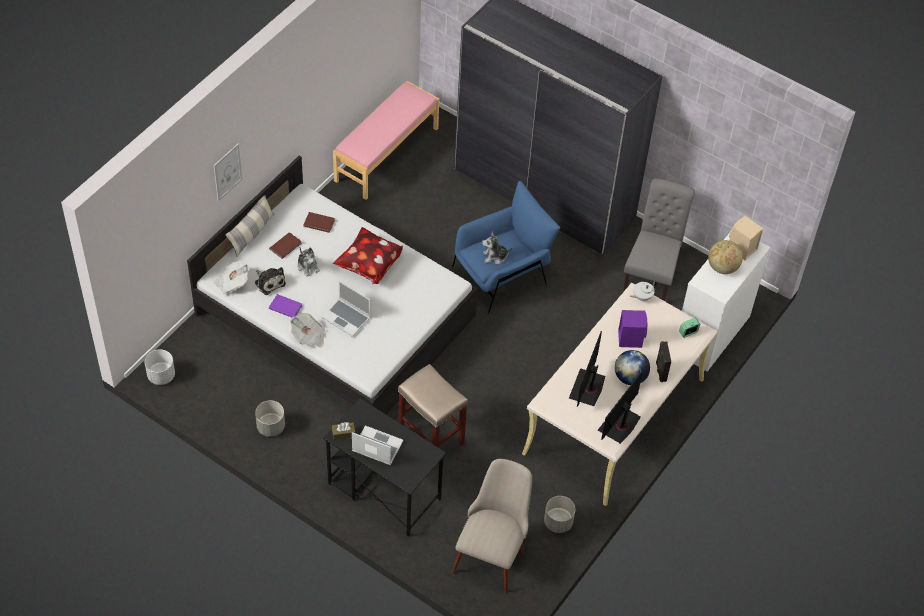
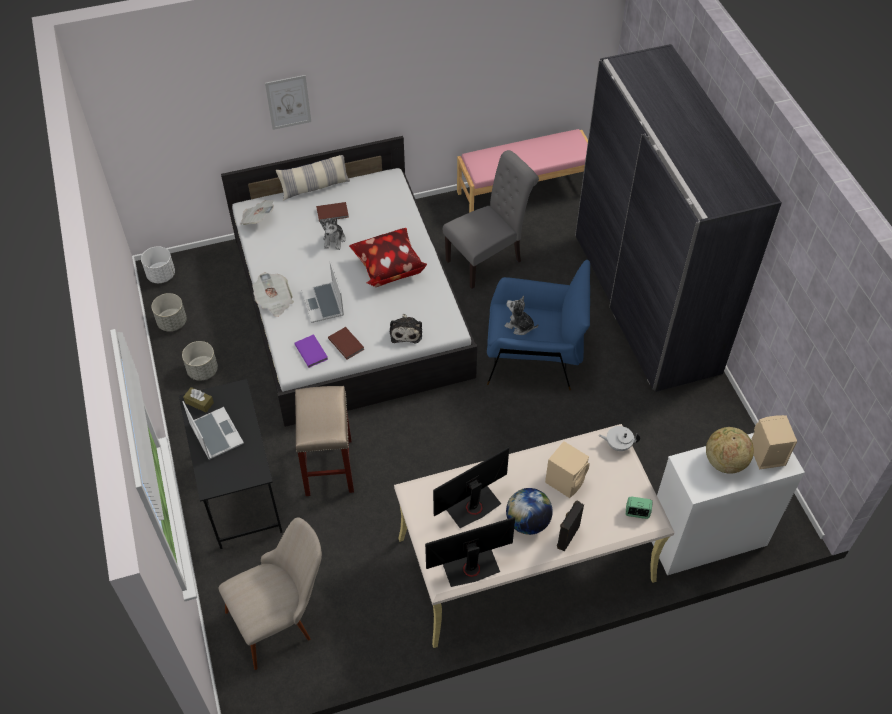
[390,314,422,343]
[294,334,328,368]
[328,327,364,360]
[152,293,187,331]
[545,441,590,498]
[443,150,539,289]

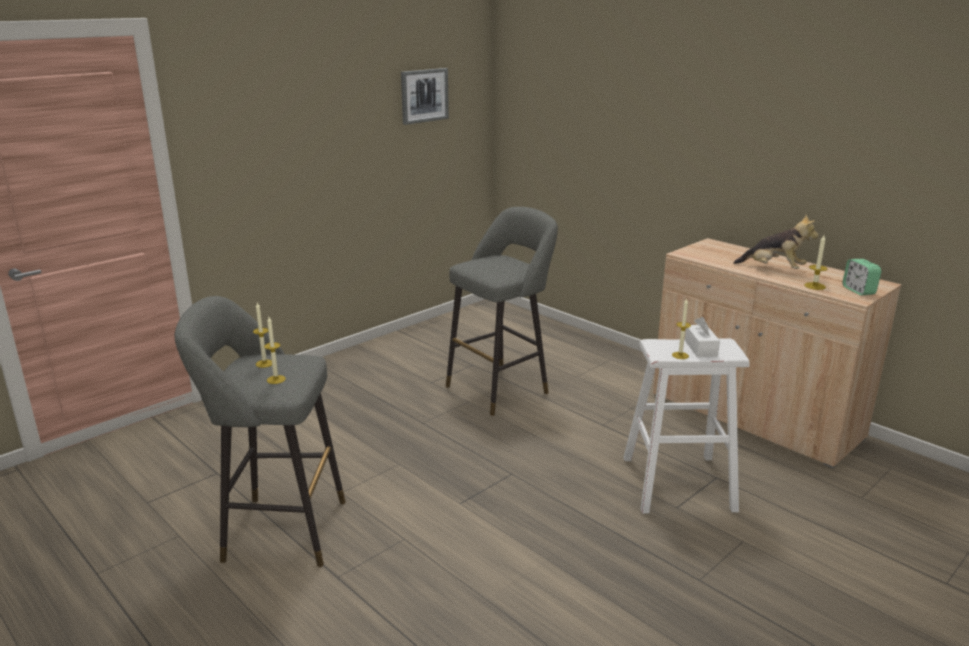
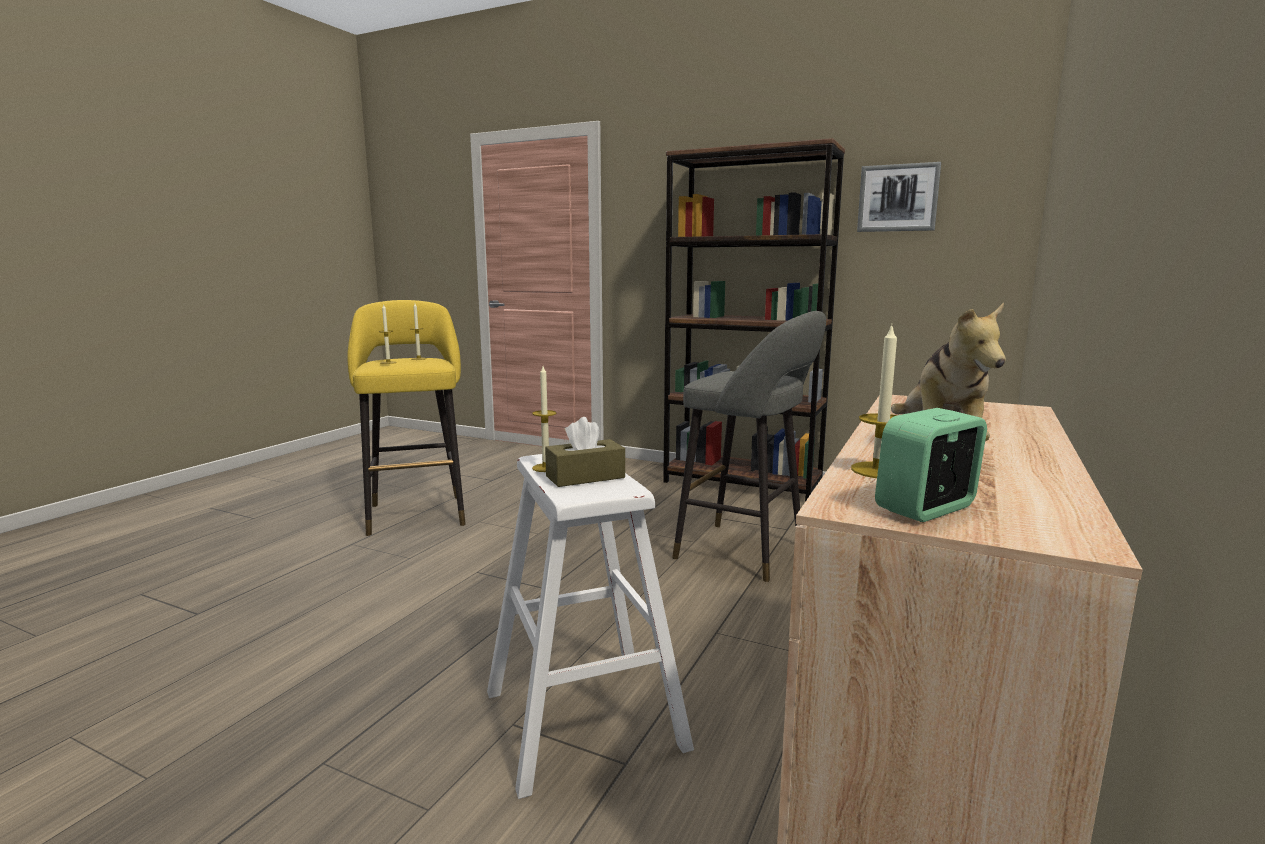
[347,300,466,536]
[545,417,625,487]
[663,138,845,502]

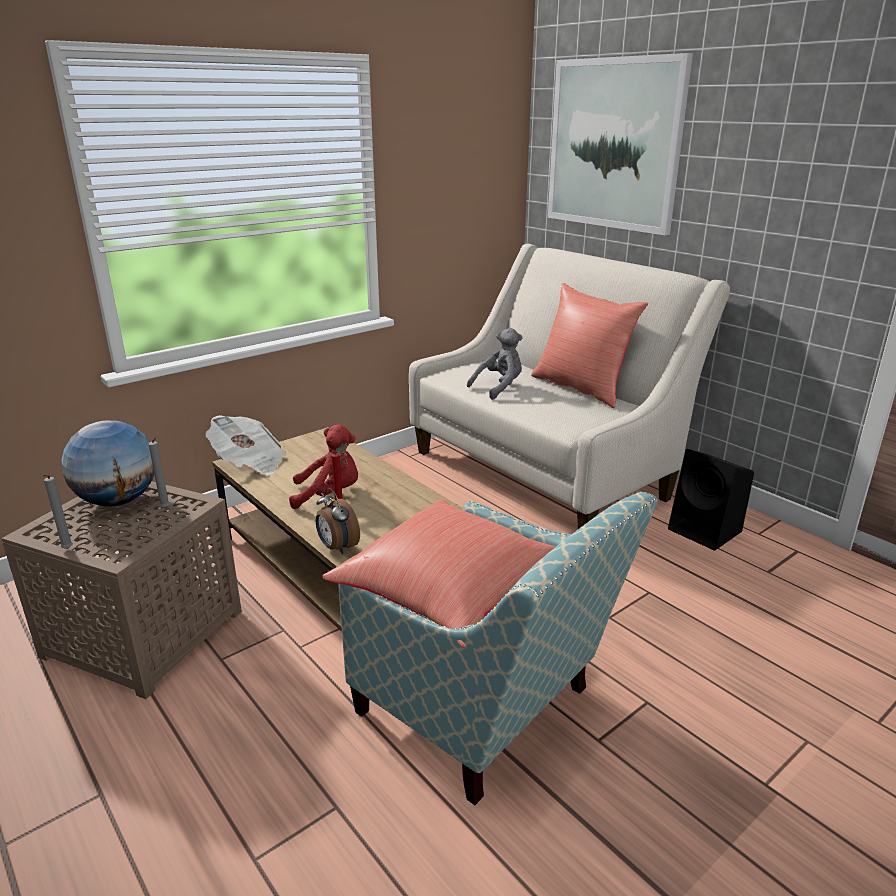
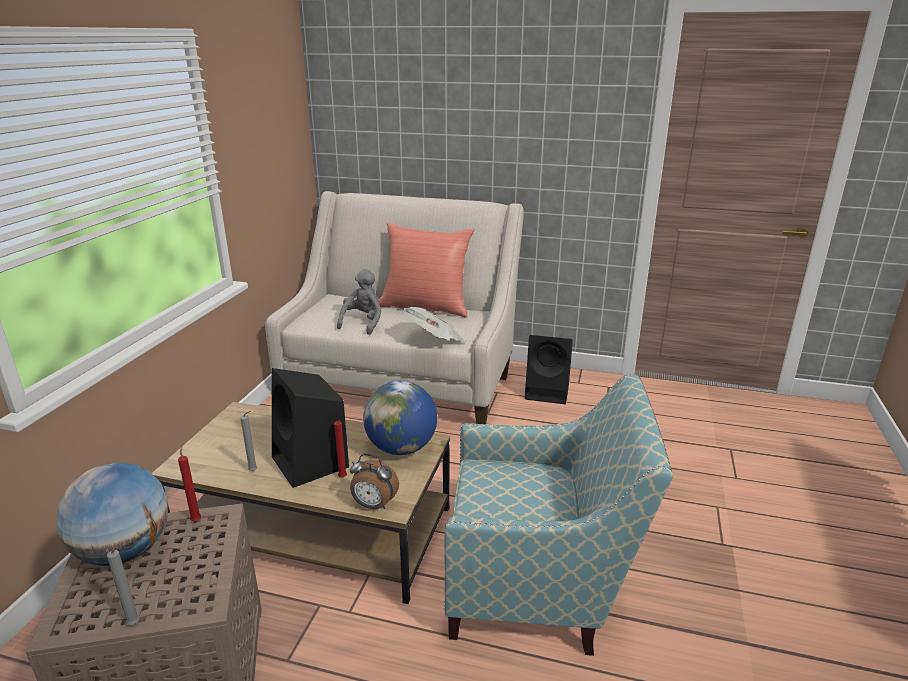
[240,411,257,471]
[403,307,467,342]
[272,368,349,488]
[322,499,555,648] (first image)
[548,53,693,235] (first image)
[178,446,201,521]
[363,381,437,455]

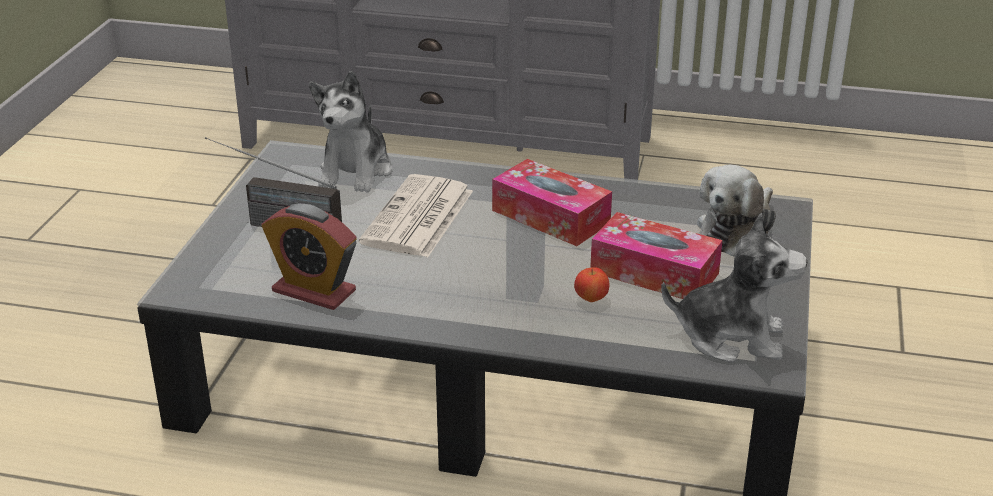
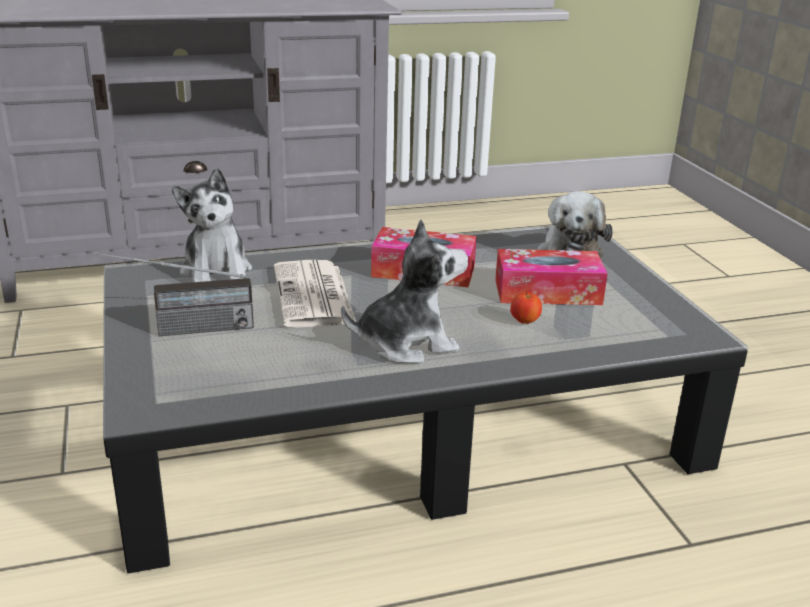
[261,204,357,310] (first image)
[341,219,468,364]

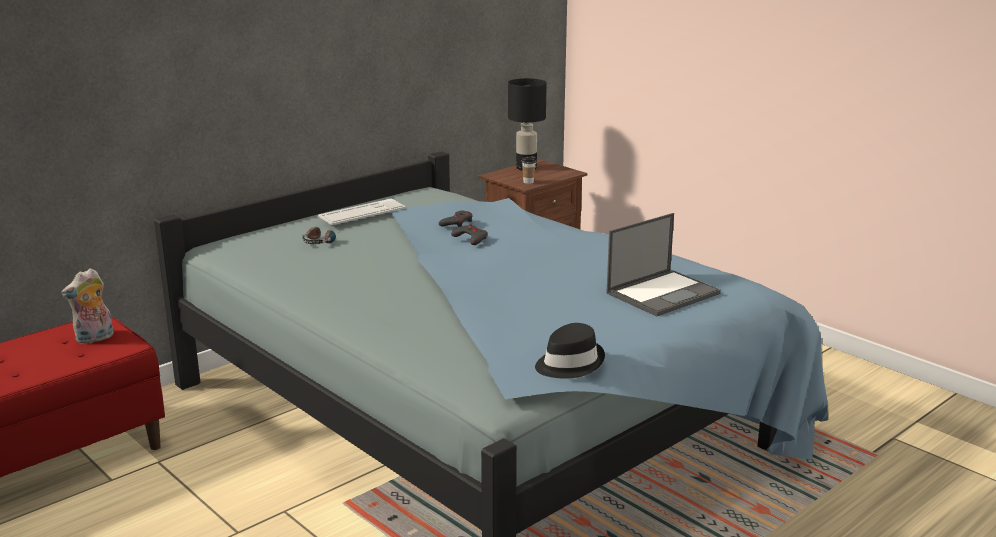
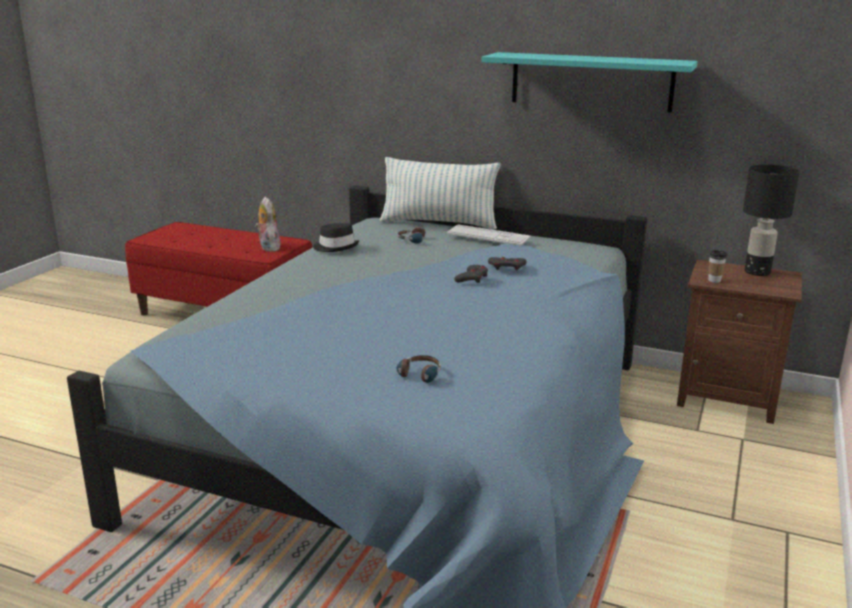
[255,197,281,252]
[313,223,359,252]
[391,355,441,383]
[380,157,501,230]
[482,52,698,112]

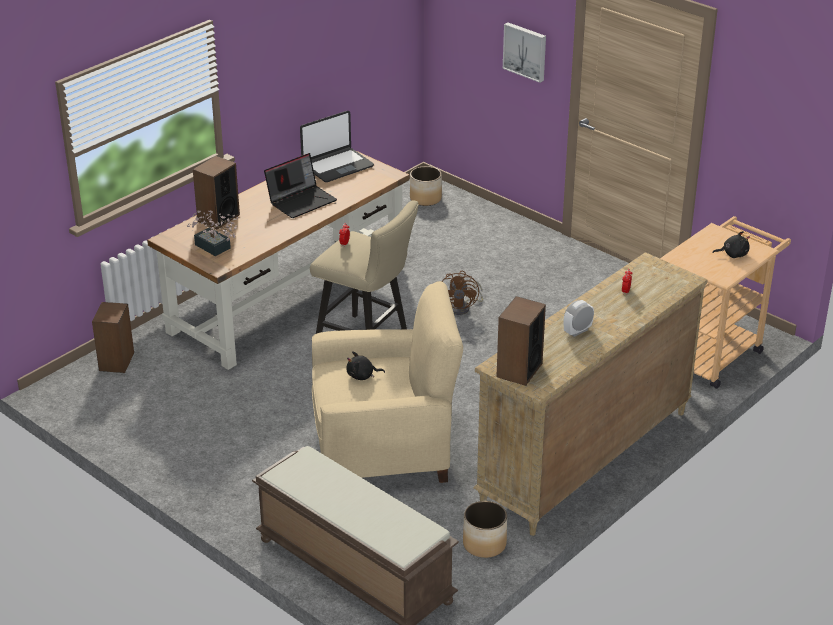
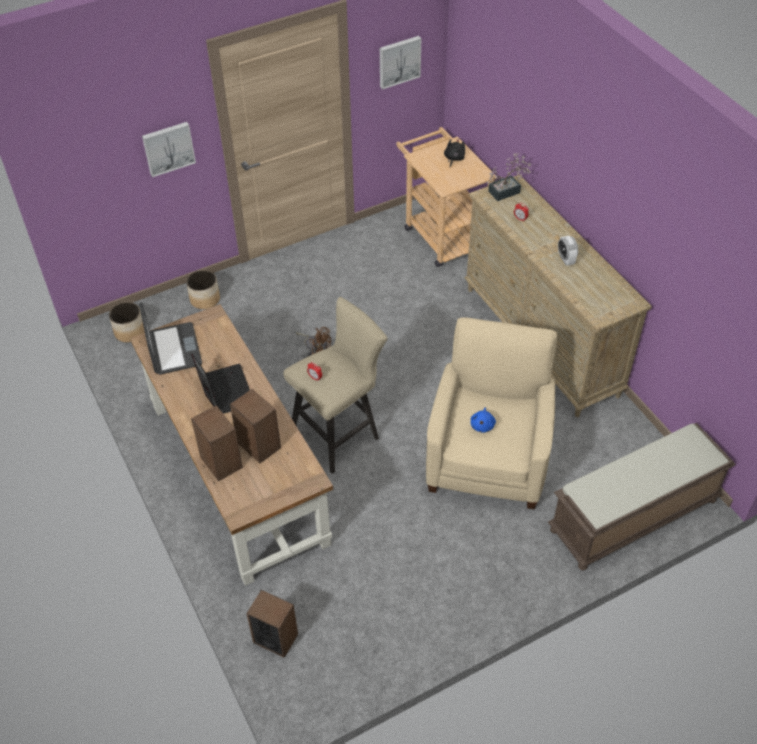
[486,153,531,201]
[471,408,496,433]
[186,270,220,309]
[230,389,281,463]
[380,36,421,89]

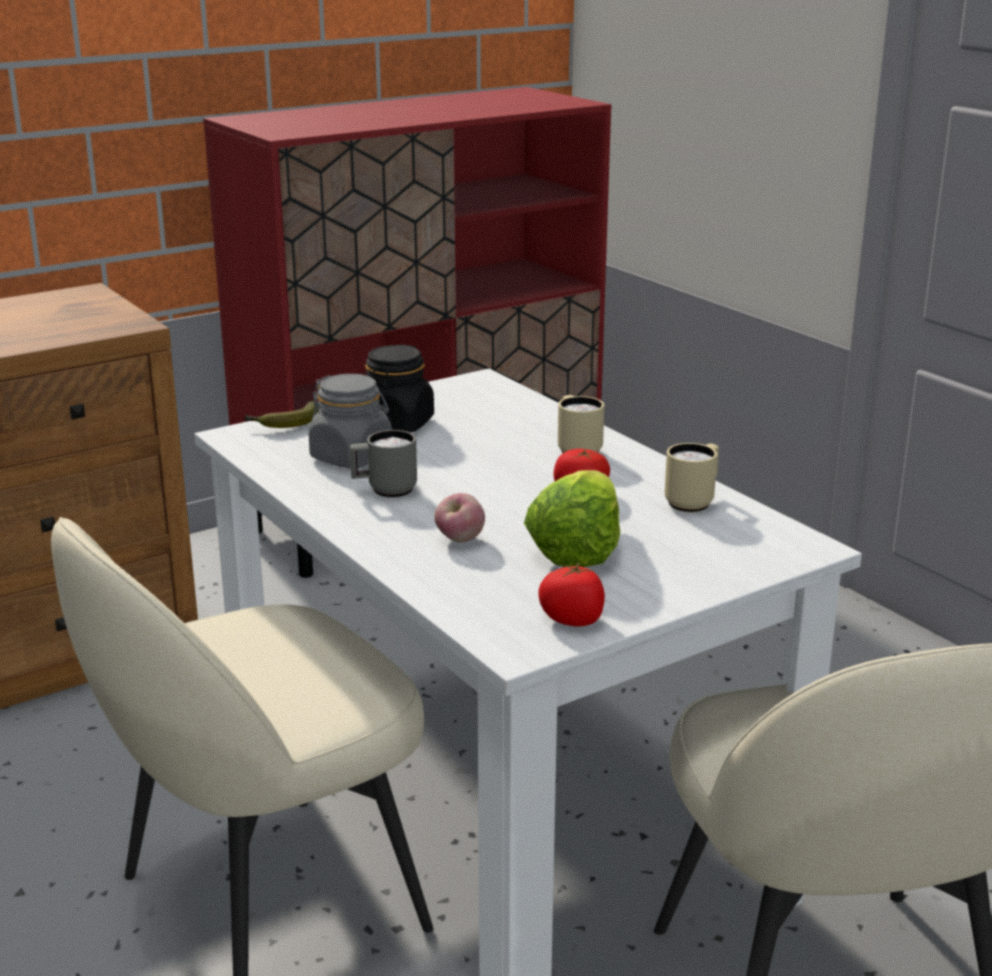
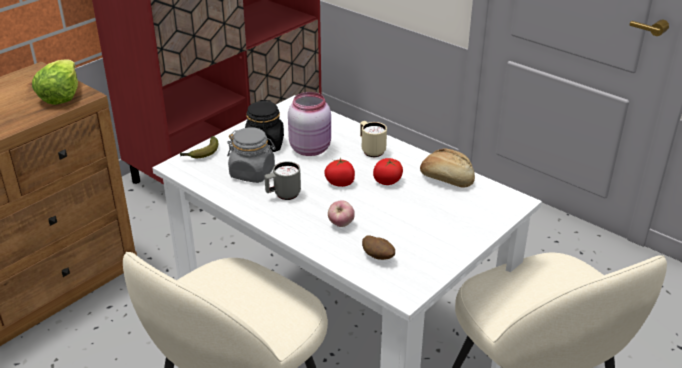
[32,59,78,105]
[324,158,355,187]
[420,149,475,188]
[288,92,331,156]
[362,235,395,260]

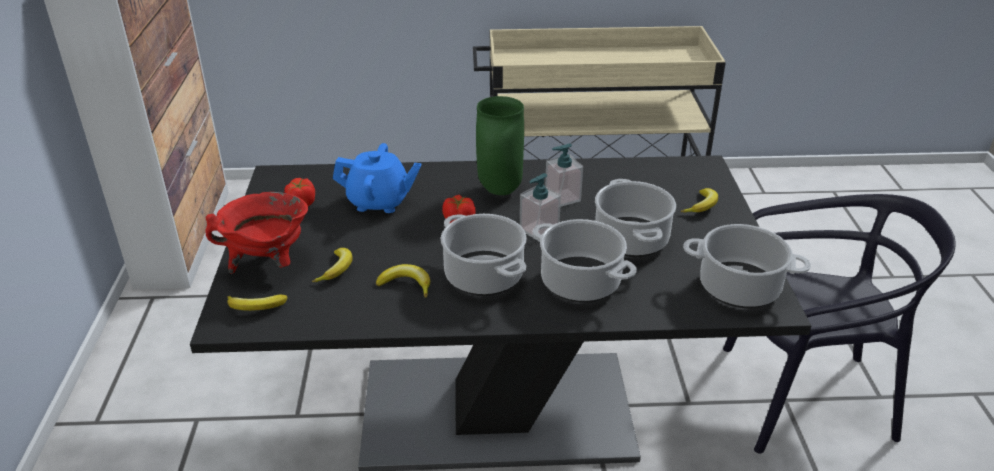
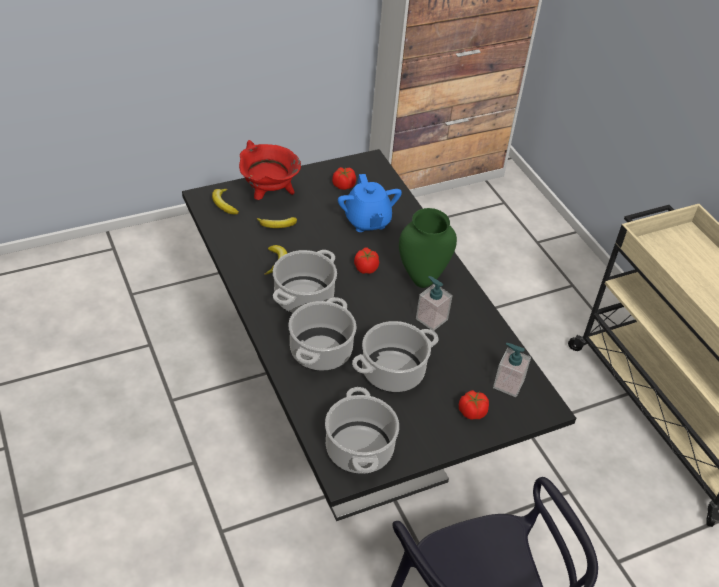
[493,343,531,397]
[459,390,489,420]

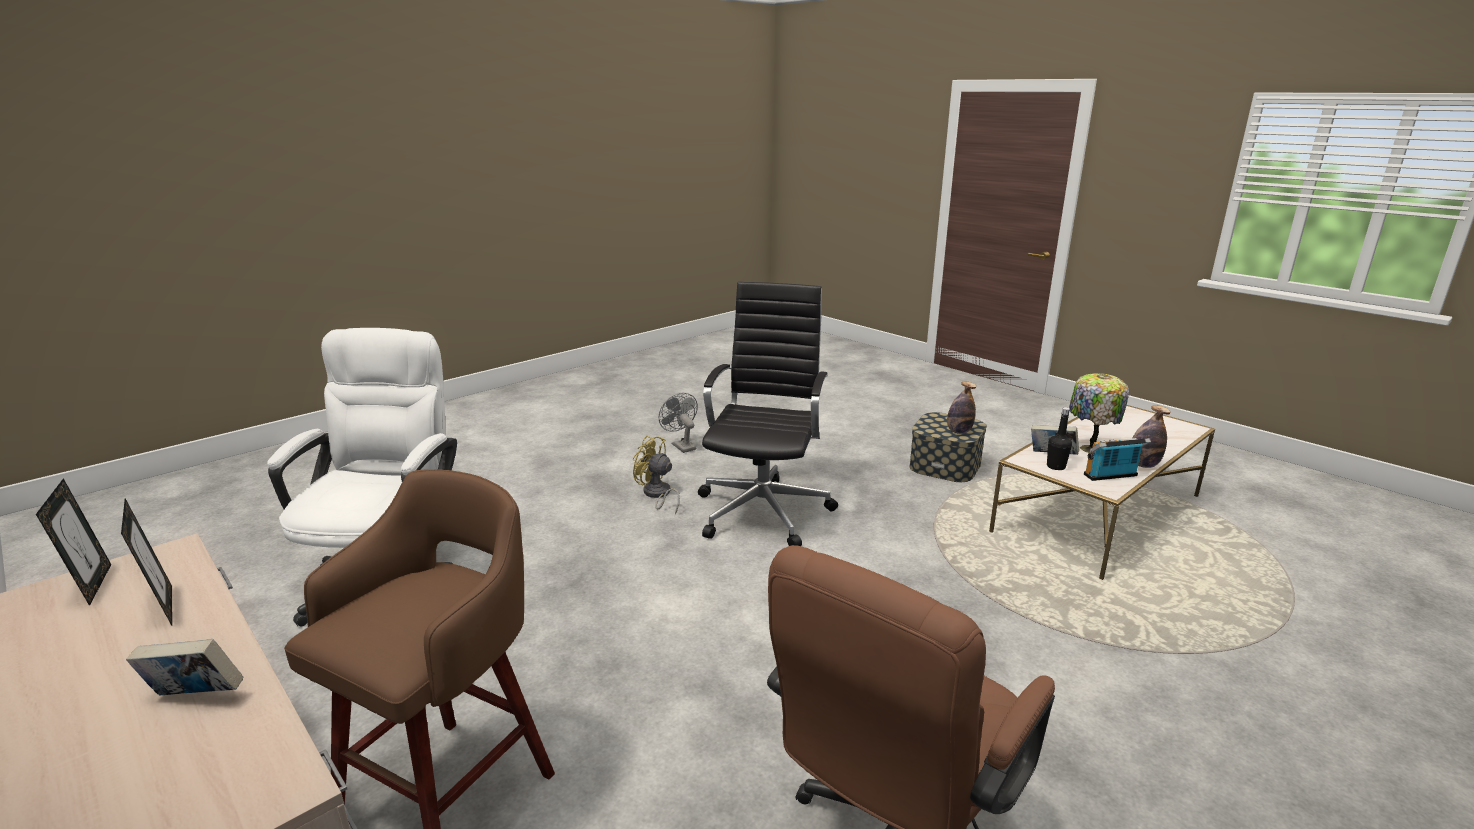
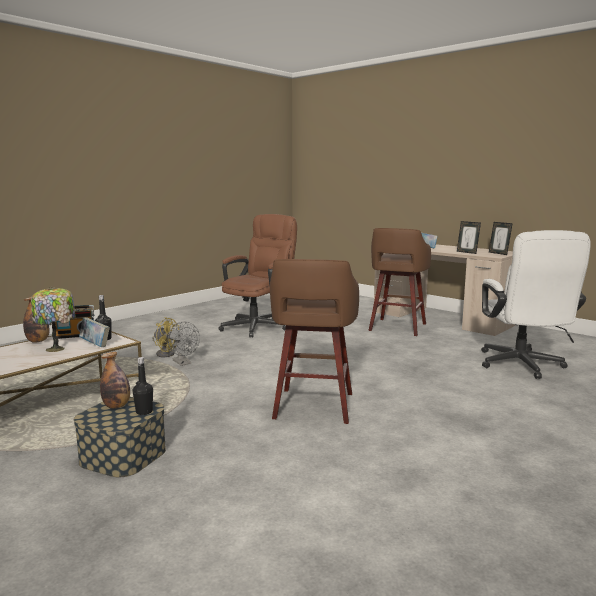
[152,317,179,357]
[168,322,200,366]
[270,259,359,424]
[133,357,153,415]

